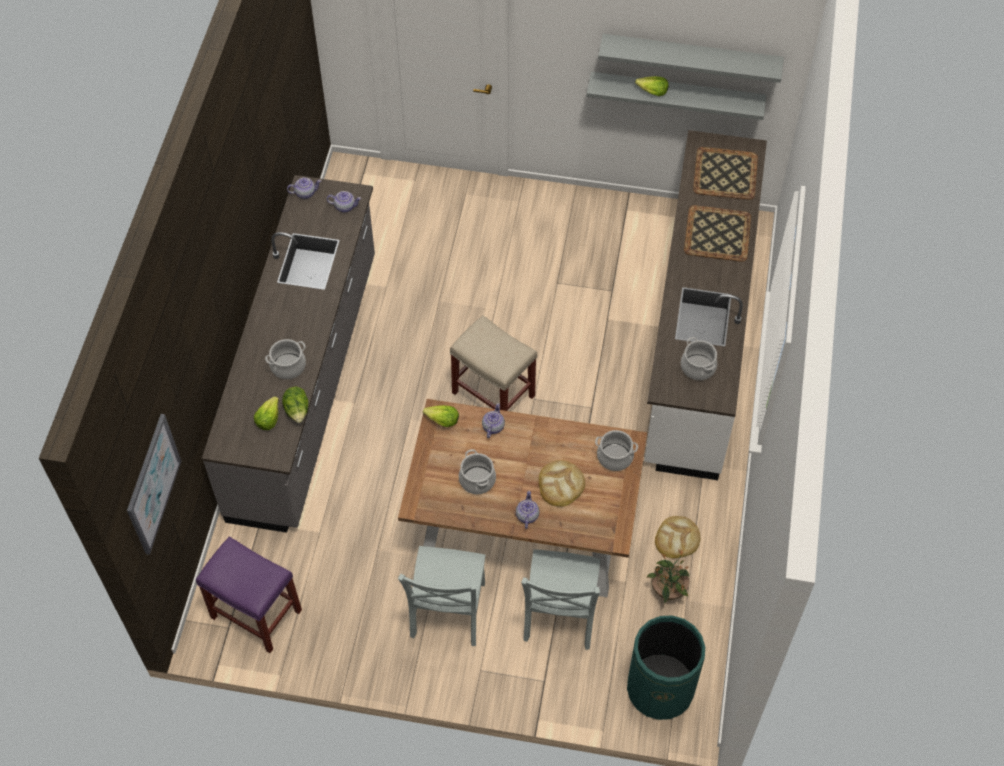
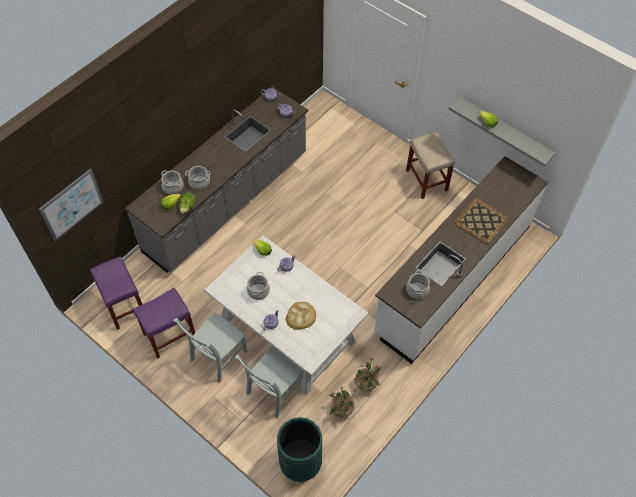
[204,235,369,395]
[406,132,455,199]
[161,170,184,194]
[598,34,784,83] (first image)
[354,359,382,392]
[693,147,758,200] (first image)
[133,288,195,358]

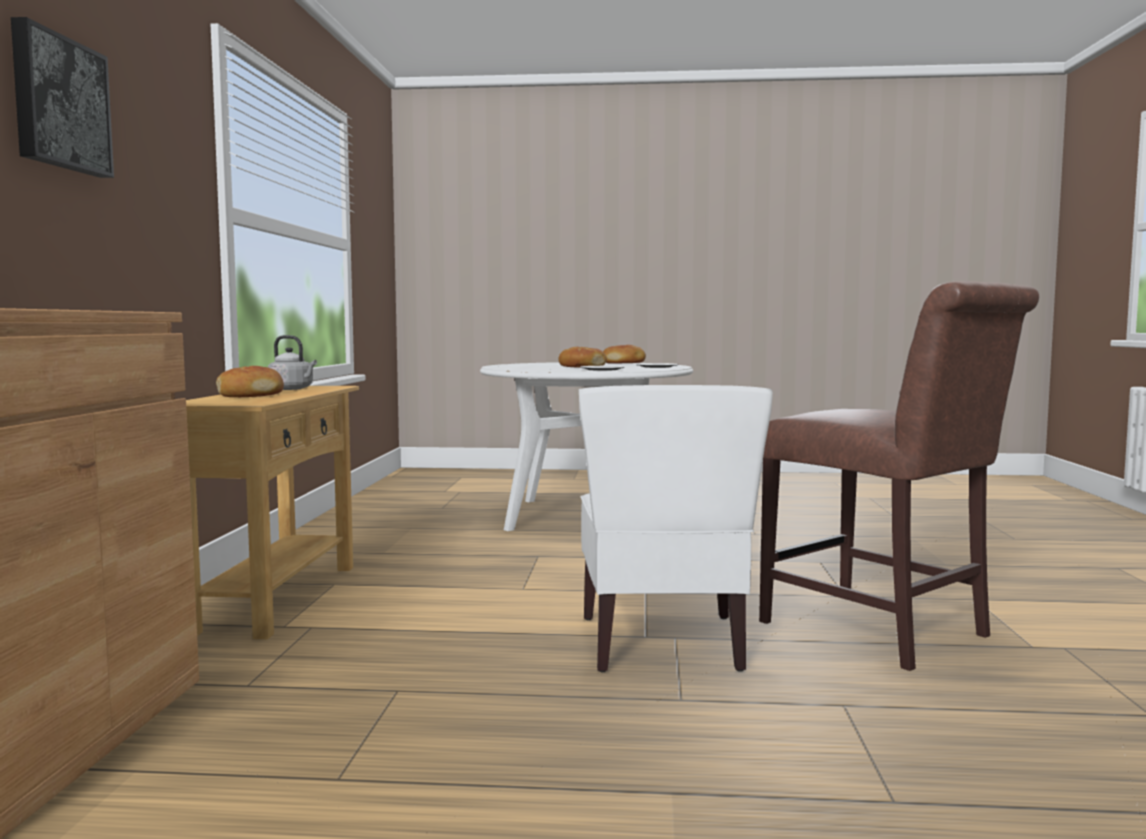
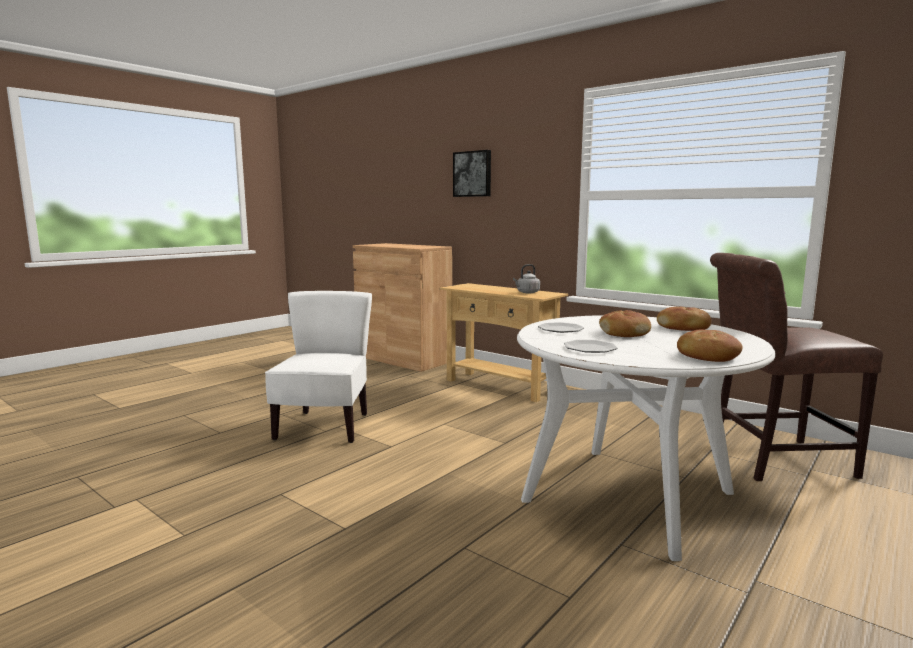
[657,307,711,331]
[265,291,372,443]
[710,253,883,481]

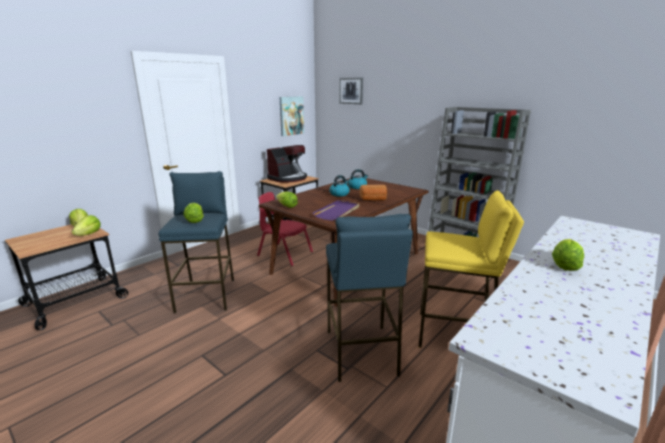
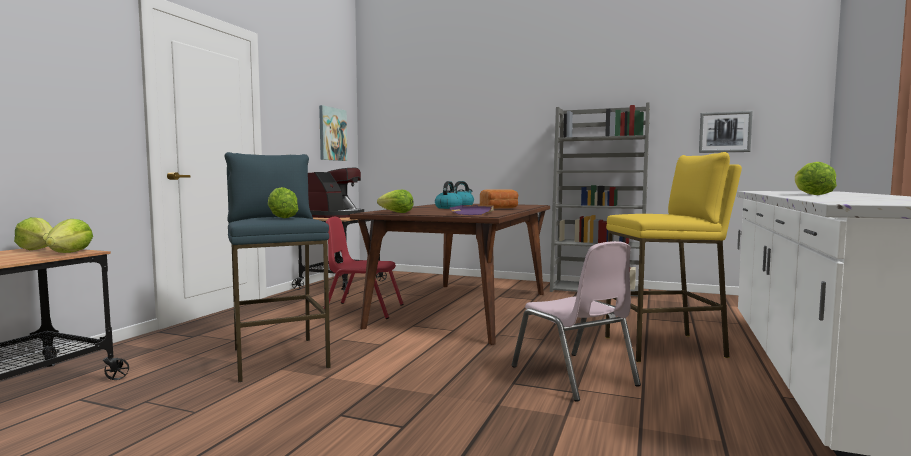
[512,241,641,402]
[699,111,753,153]

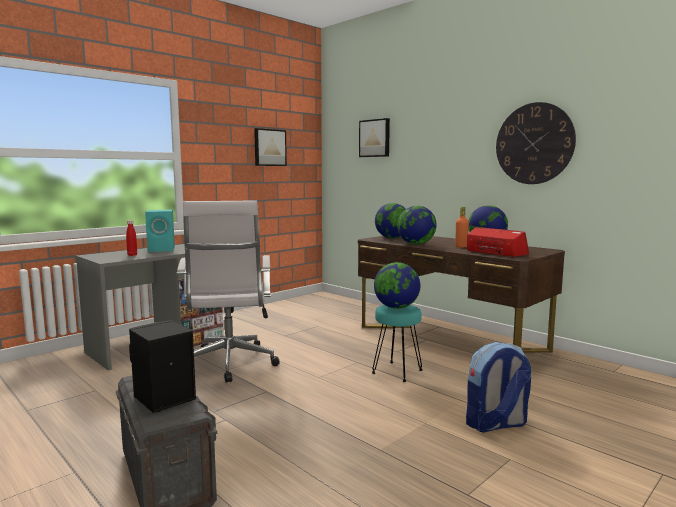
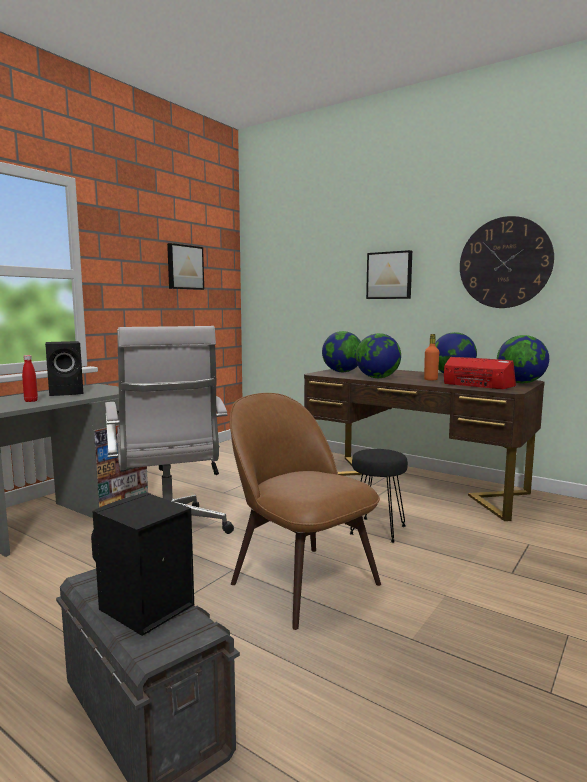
[45,341,83,396]
[366,250,412,299]
[349,449,408,543]
[497,335,549,383]
[466,342,531,433] (first image)
[229,393,381,630]

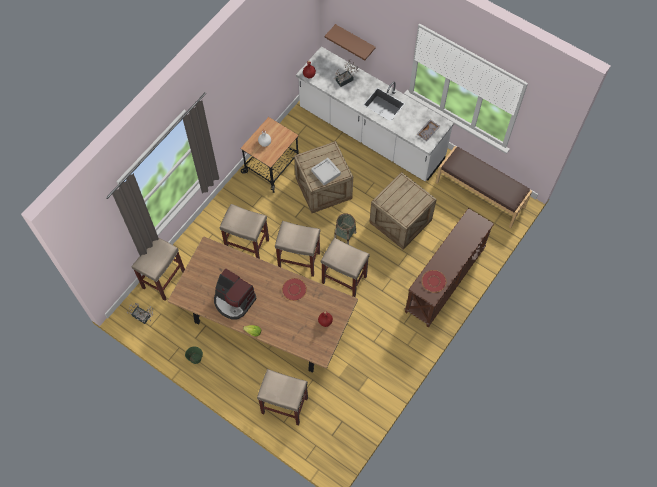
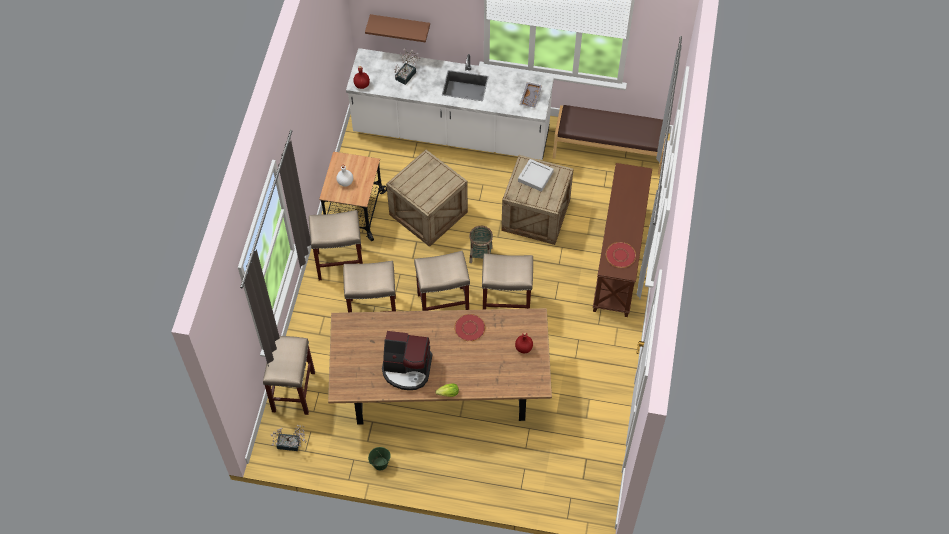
[309,210,363,280]
[518,159,554,192]

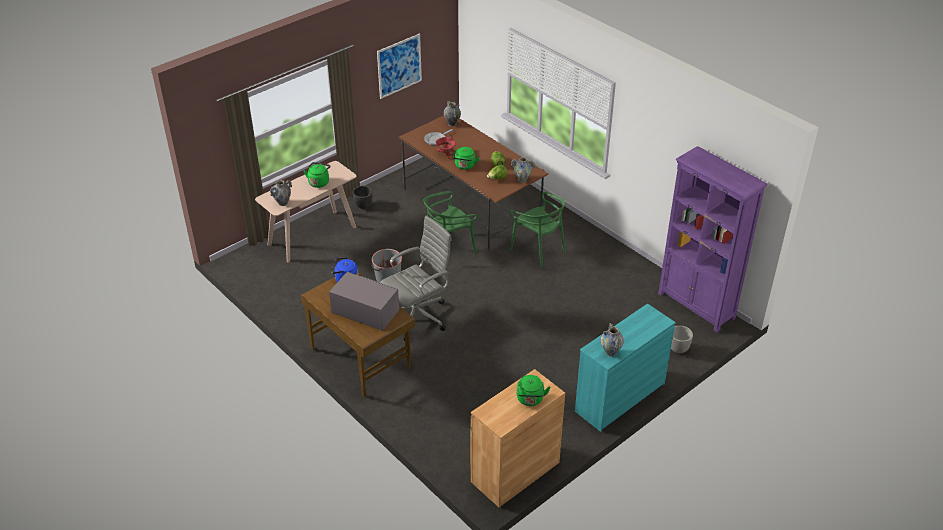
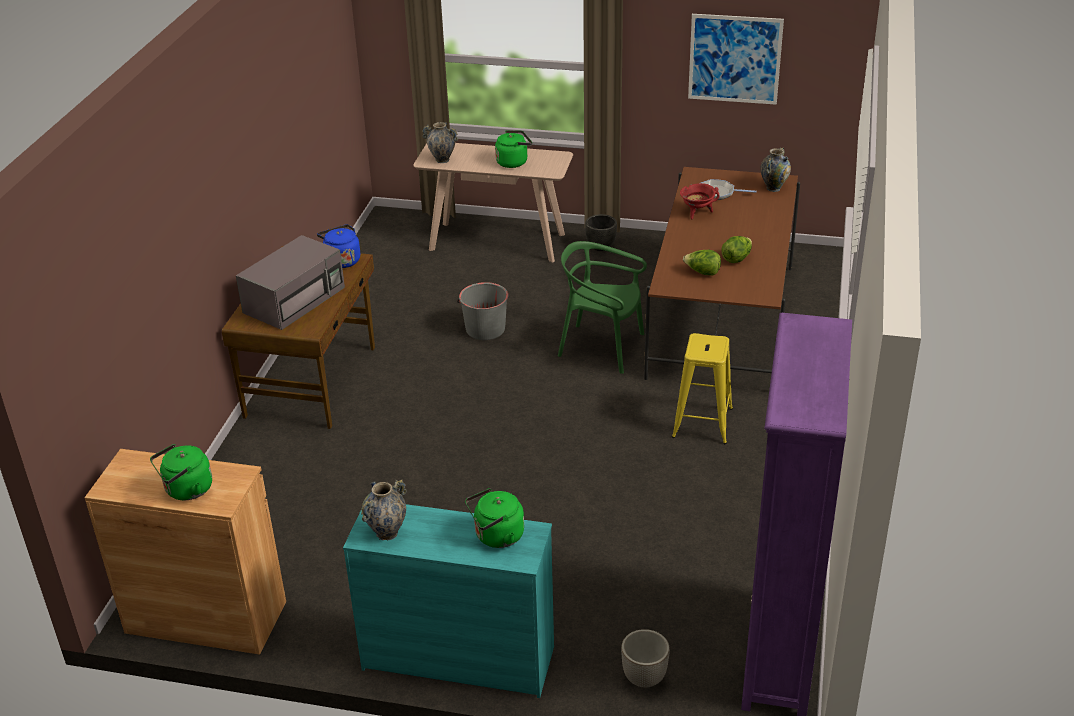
[236,235,345,330]
[380,215,452,341] (first image)
[465,488,524,548]
[672,333,733,444]
[511,157,535,183] (first image)

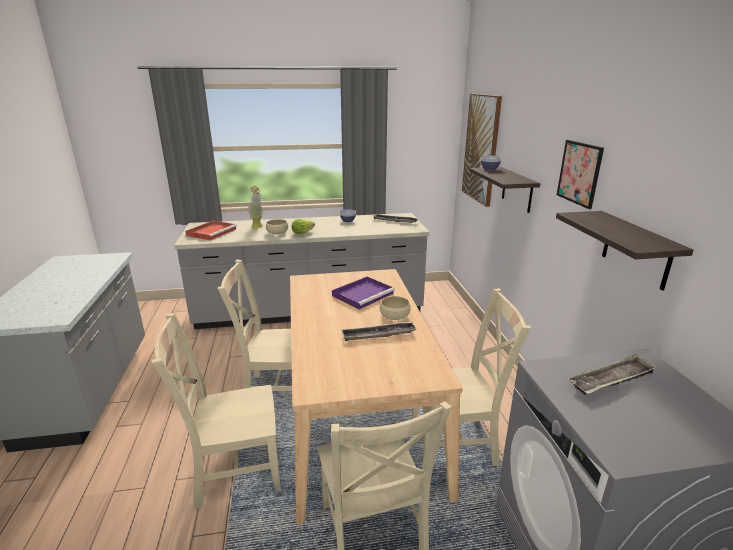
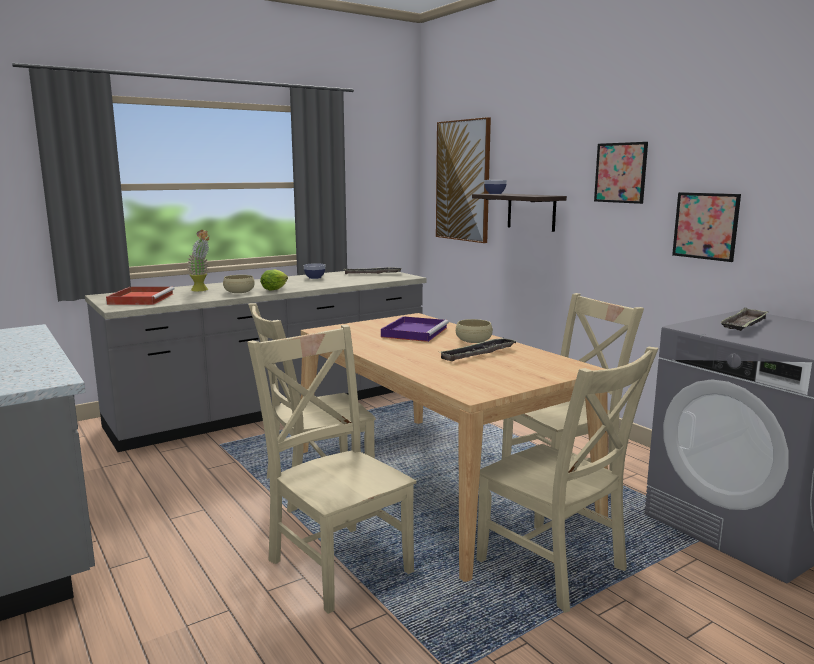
[247,325,417,614]
[672,192,741,262]

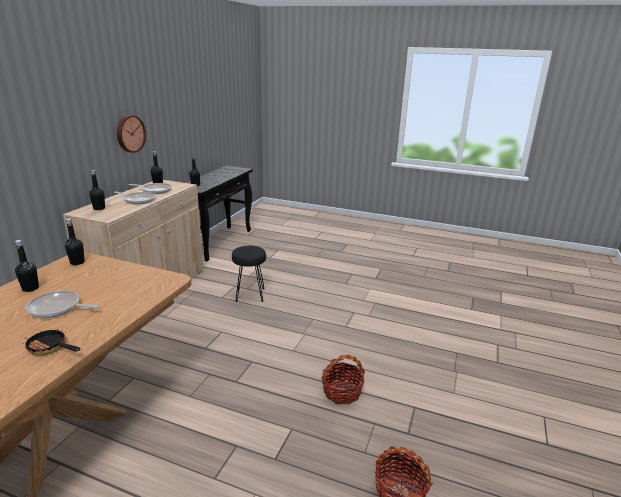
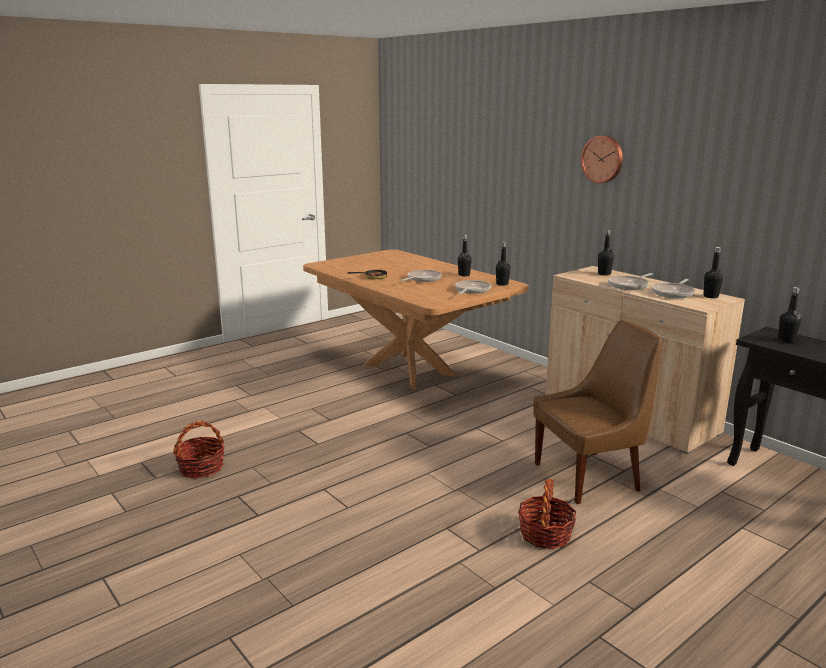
[581,136,623,183]
[533,320,662,504]
[518,479,576,549]
[455,280,491,294]

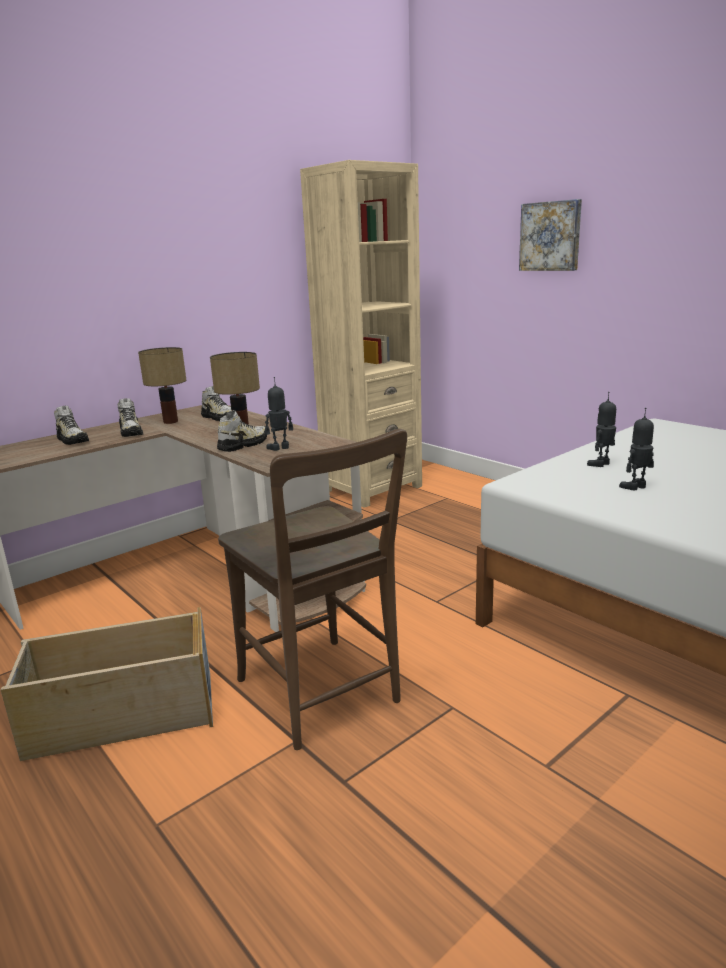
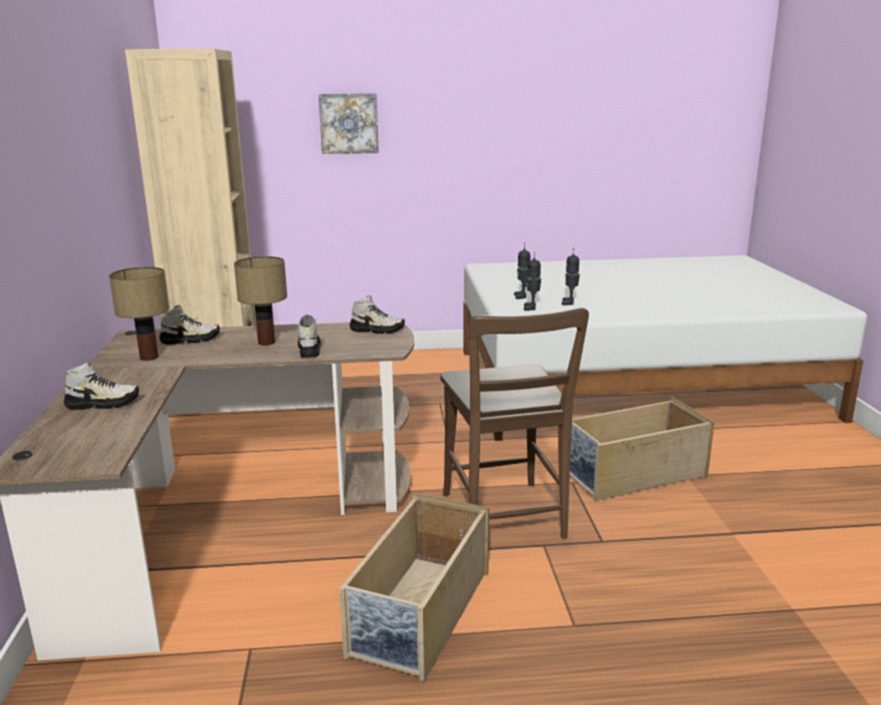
[350,295,405,334]
[440,308,589,539]
[524,252,541,311]
[570,397,715,501]

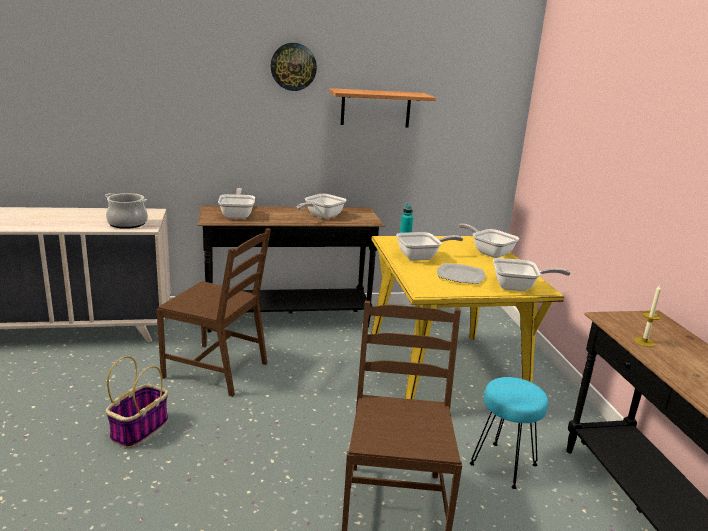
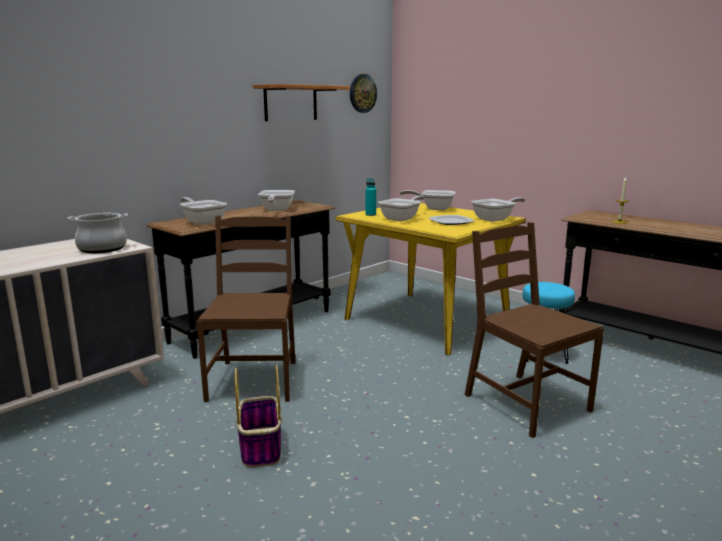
[197,216,295,402]
[350,74,377,113]

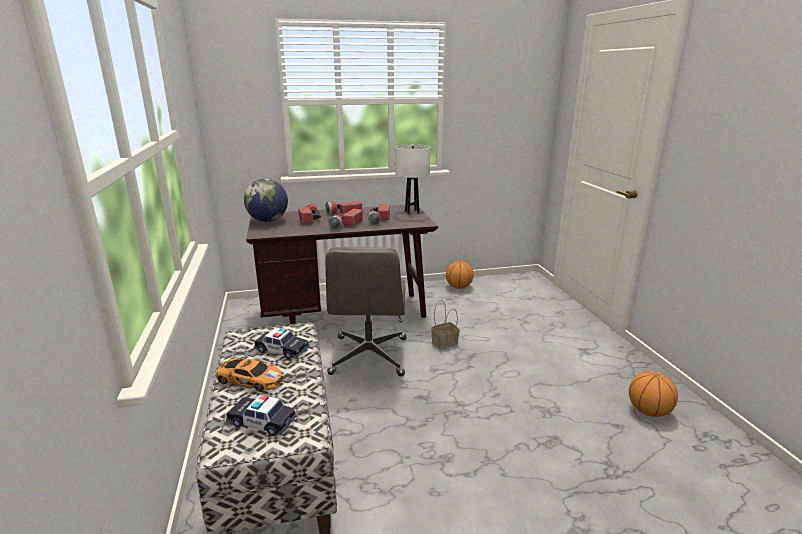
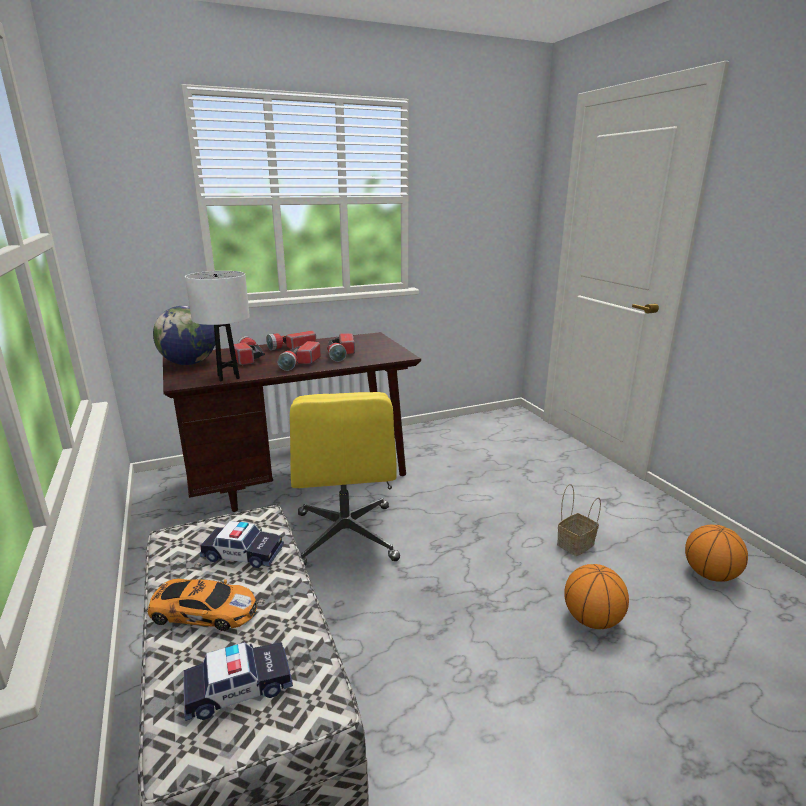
[183,642,293,721]
[290,392,400,566]
[185,271,250,381]
[557,484,601,556]
[564,564,629,629]

